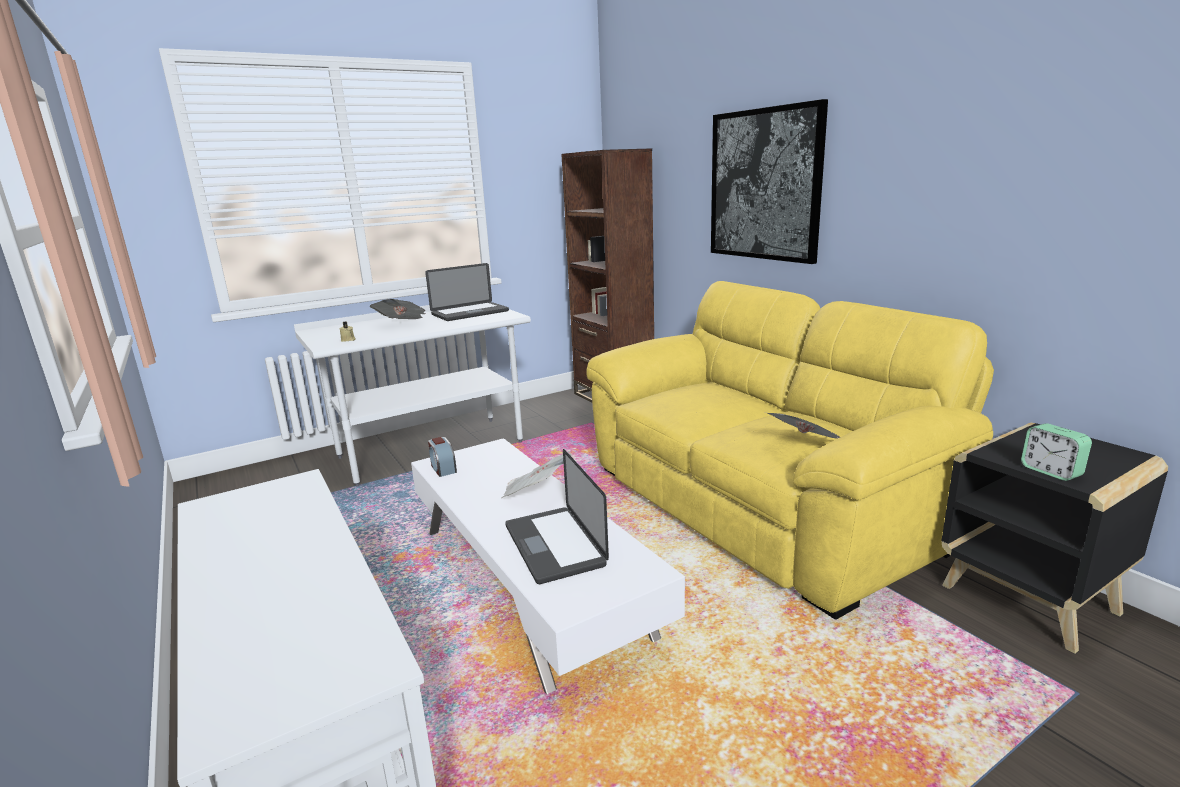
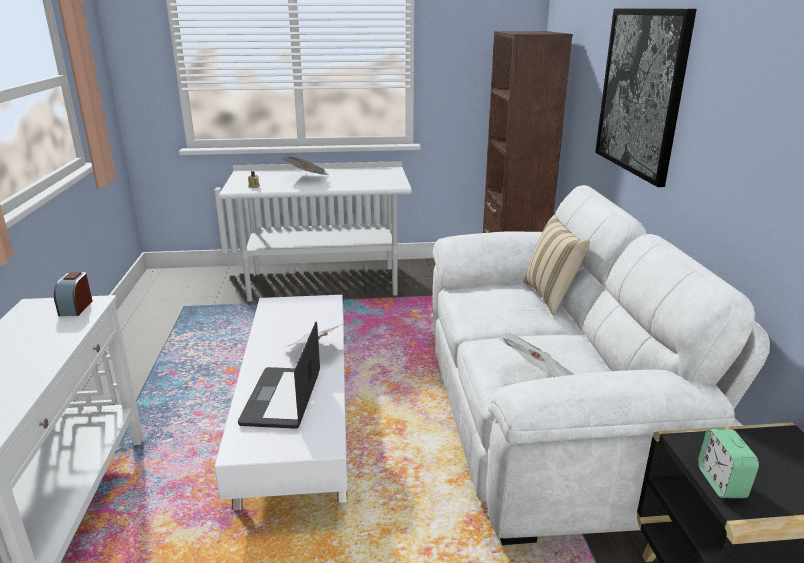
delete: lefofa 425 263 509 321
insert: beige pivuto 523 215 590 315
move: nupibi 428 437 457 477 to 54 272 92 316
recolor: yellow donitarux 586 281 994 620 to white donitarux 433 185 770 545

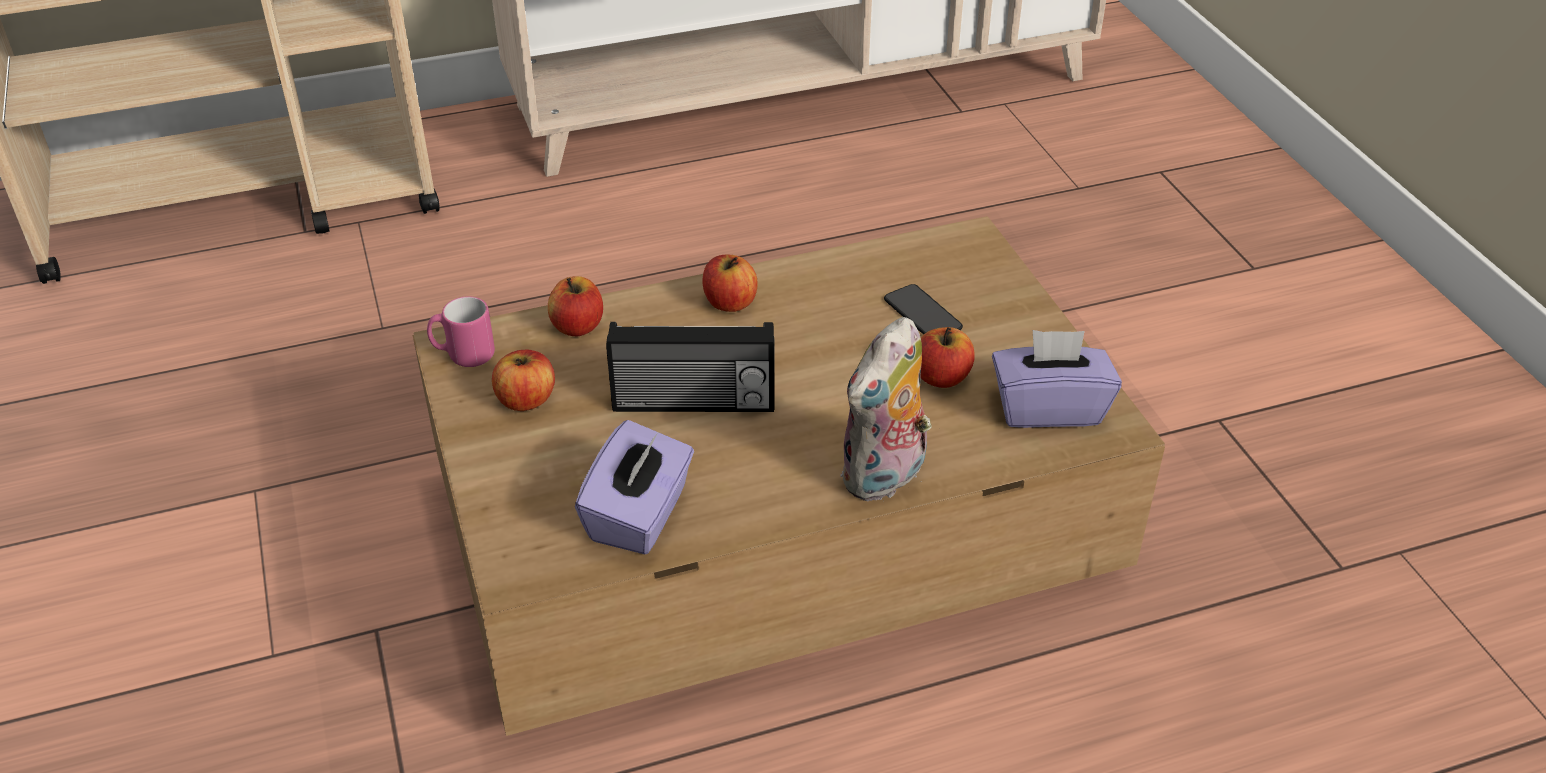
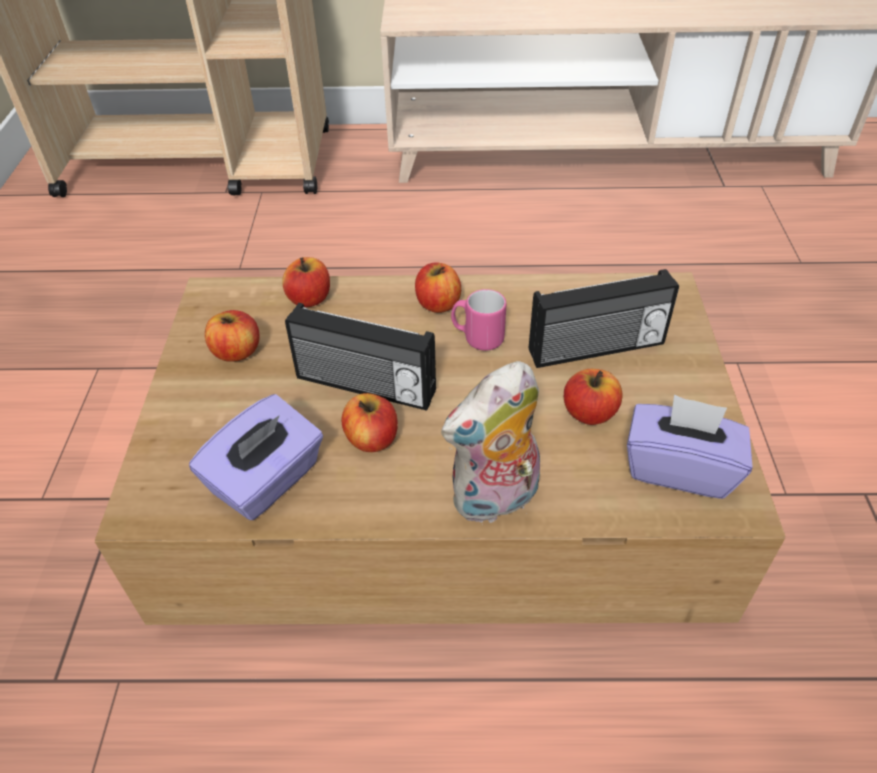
insert: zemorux 341 393 398 452
move: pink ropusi 427 296 495 367 to 451 289 506 351
replace: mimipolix 884 284 963 334 to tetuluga 528 269 679 368

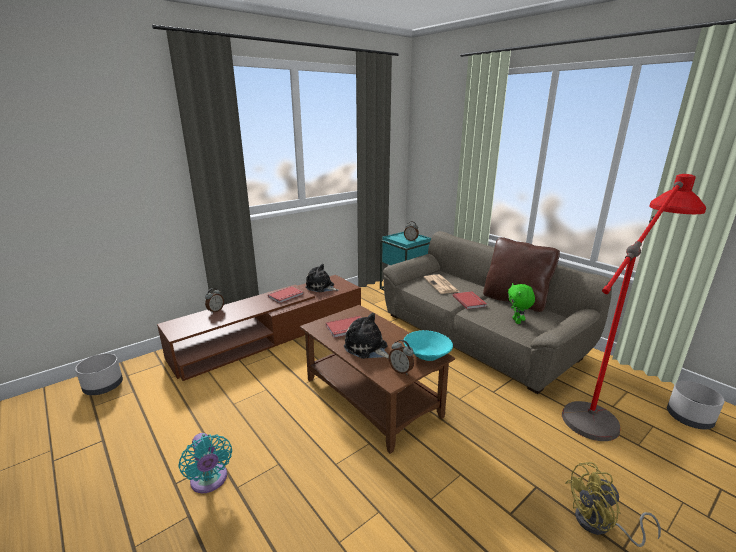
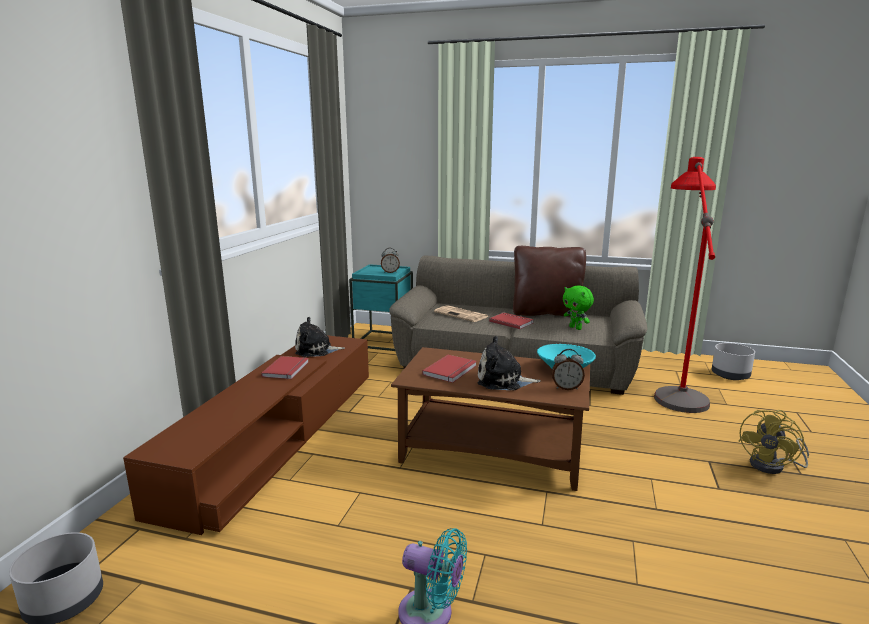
delete: nupibi 205 288 224 313

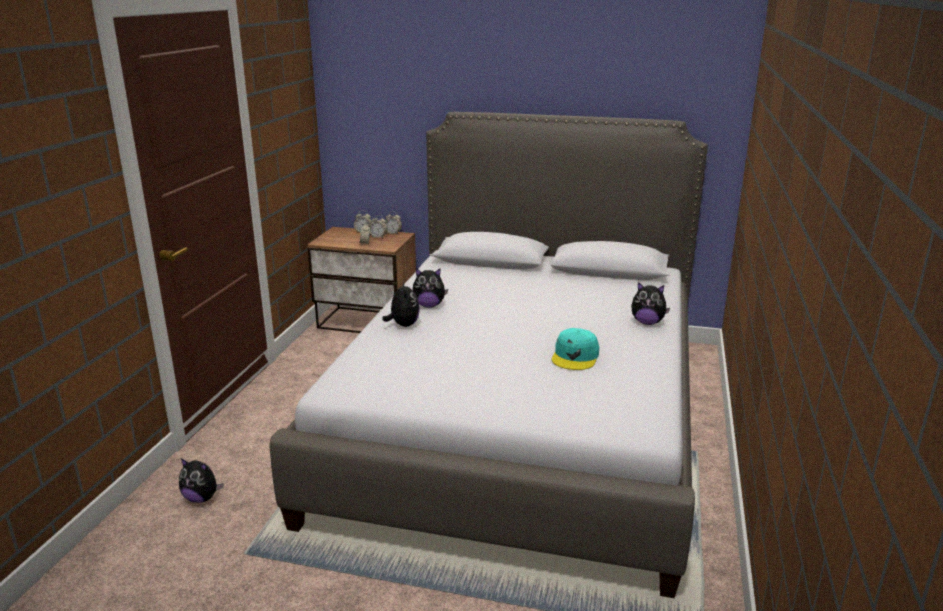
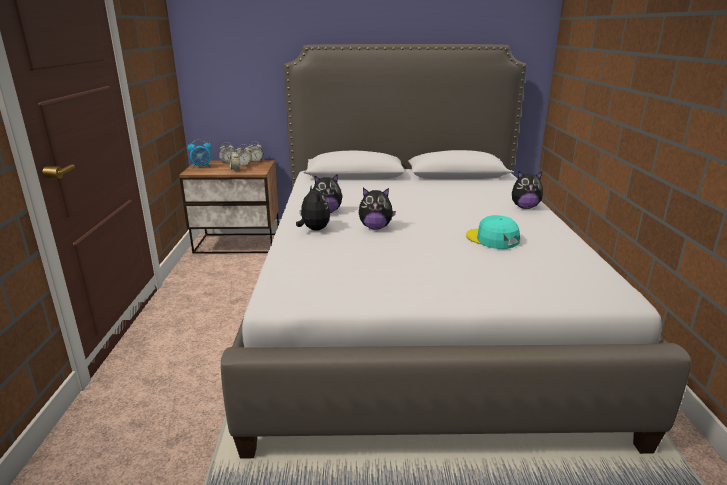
insert: nupibi 187 139 212 169
move: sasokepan 179 458 224 503 to 359 188 395 230
rotate: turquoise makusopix 552 328 599 370 = 466 215 520 249 135 degrees clockwise

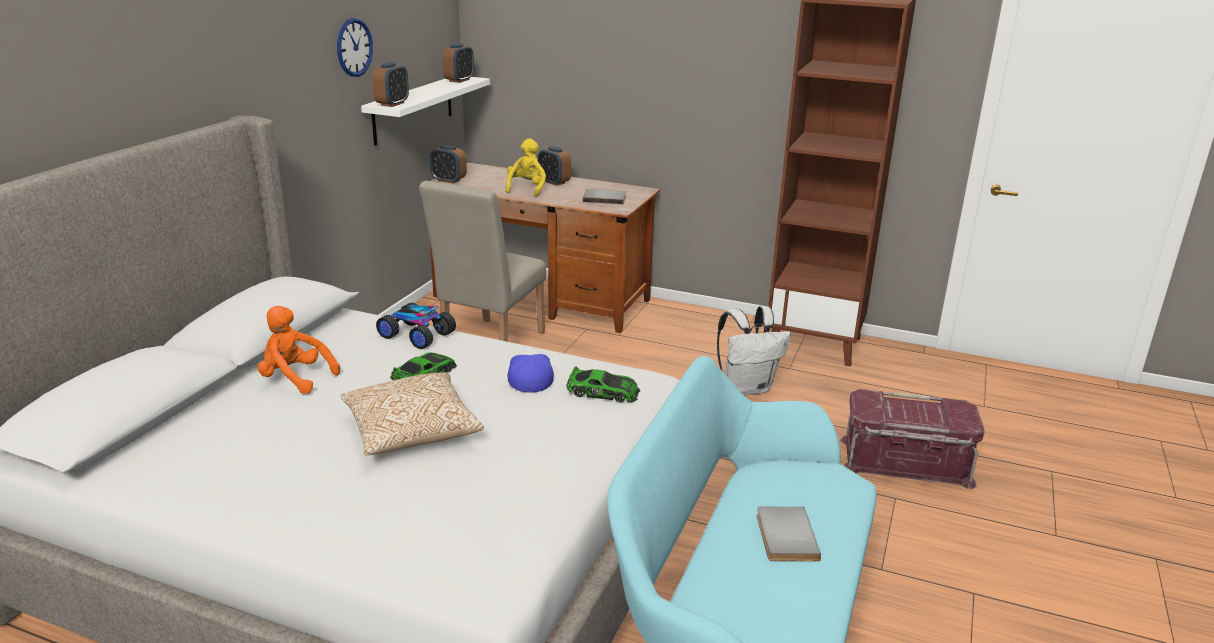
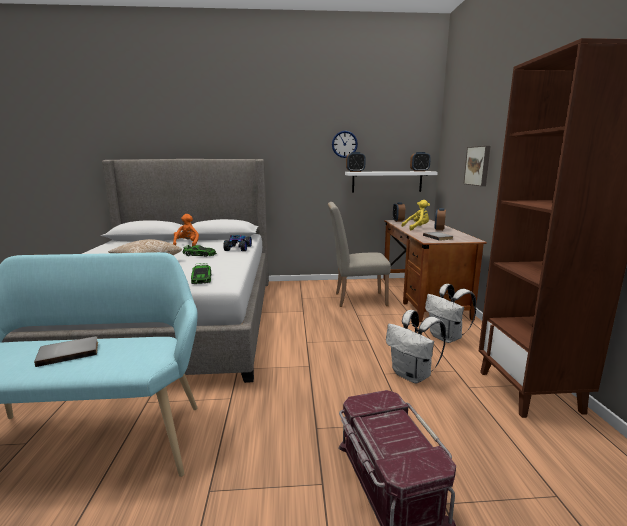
delete: makusopix 508 346 554 393
insert: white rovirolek 425 284 476 343; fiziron 464 146 491 186

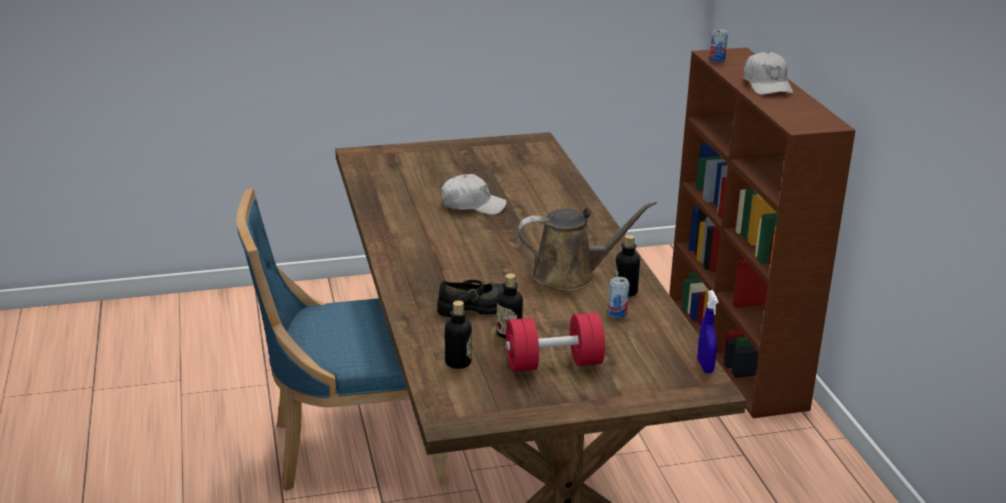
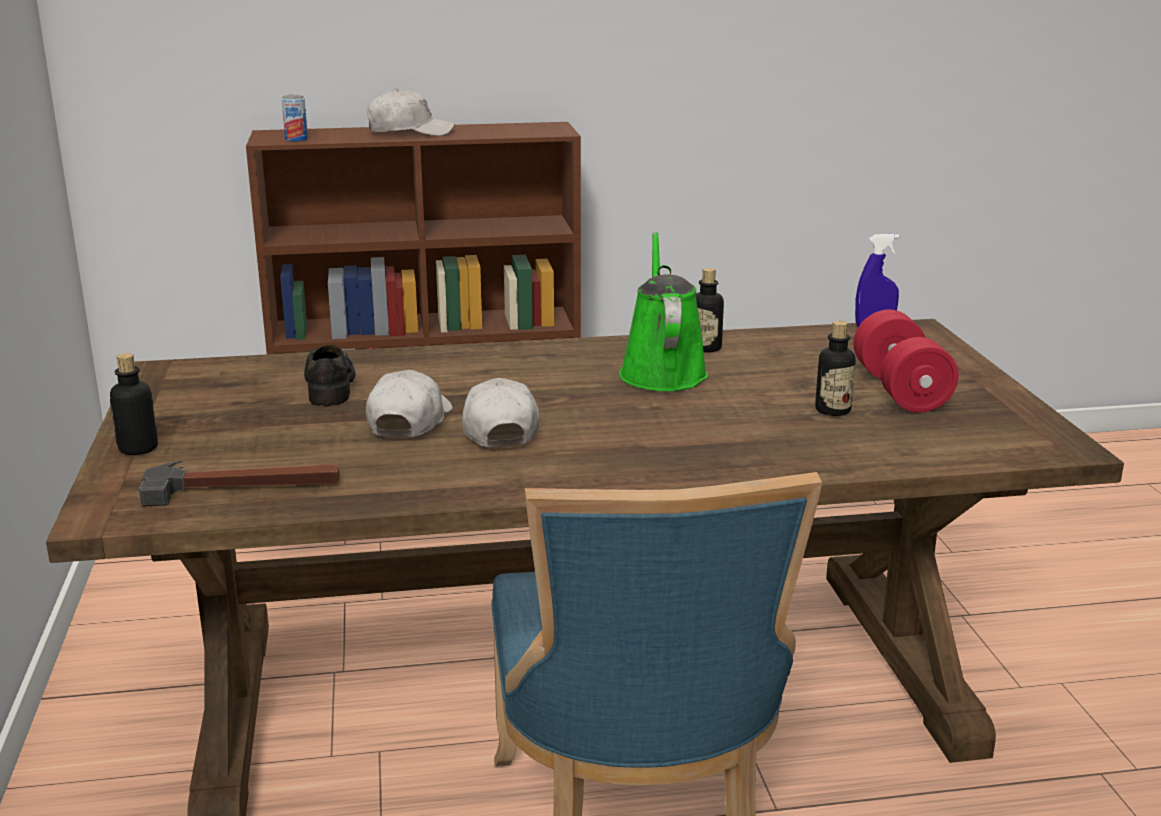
delete: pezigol 608 277 630 318
insert: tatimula 139 460 340 506; white makusopix 462 378 540 448
move: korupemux 445 301 472 369 to 110 353 158 455; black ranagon 437 280 504 317 to 304 345 356 406
recolor: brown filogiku 518 200 657 291 to green filogiku 619 232 708 391

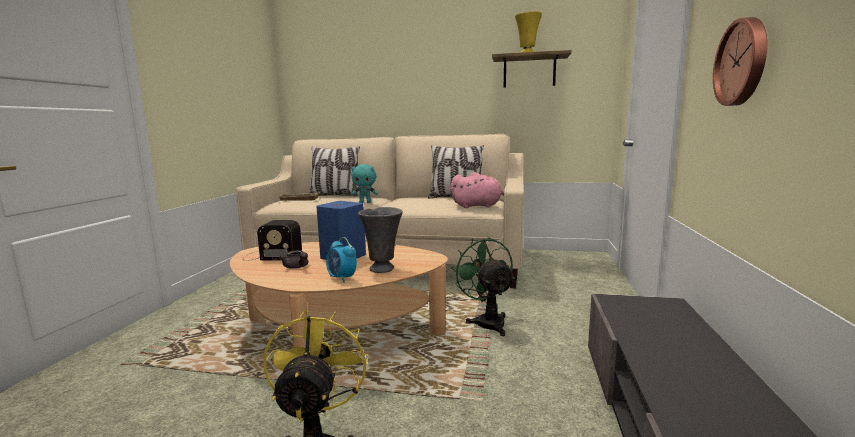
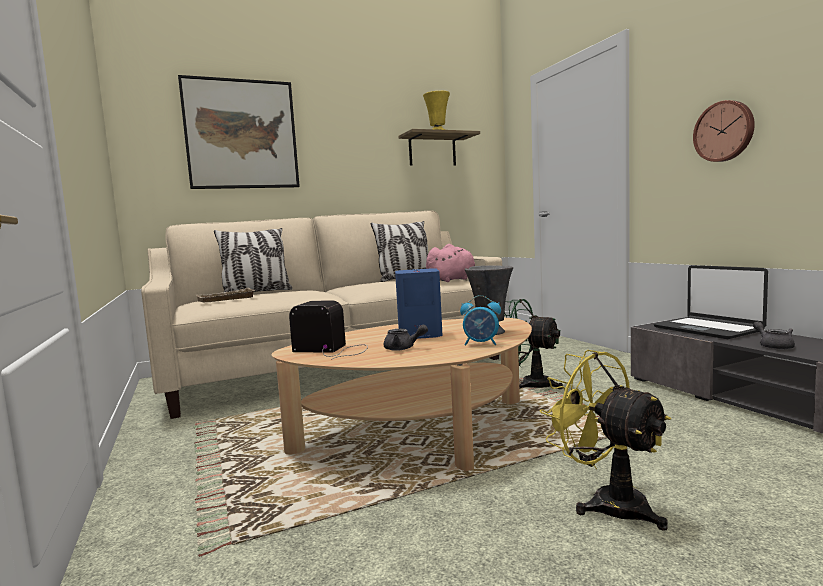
delete: turquoise sasokepan 351 164 378 203
insert: fiziron 178 75 300 189; lefofa 654 265 768 339; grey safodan 753 321 795 350
rotate: tetuluga 243 220 302 261 = 289 300 368 360 135 degrees counterclockwise

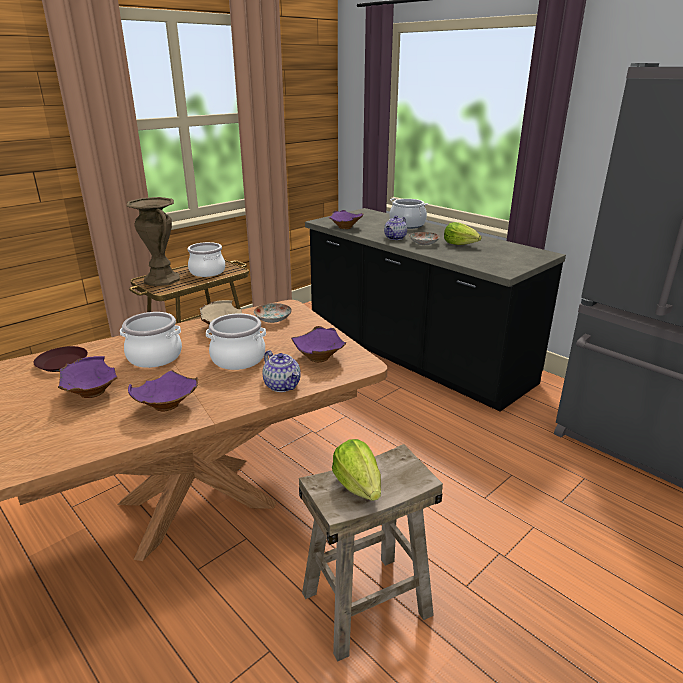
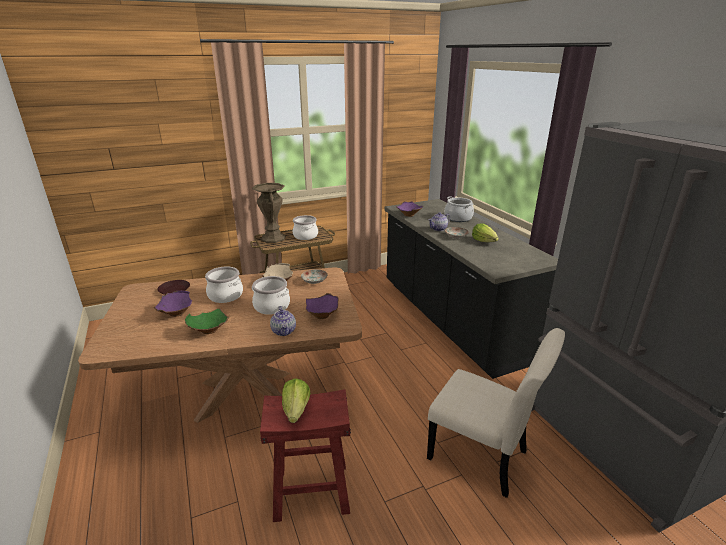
insert: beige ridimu 427 328 565 498
recolor: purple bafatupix 128 370 198 411 to green bafatupix 185 308 229 334; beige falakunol 299 444 443 662 to red falakunol 260 389 351 522

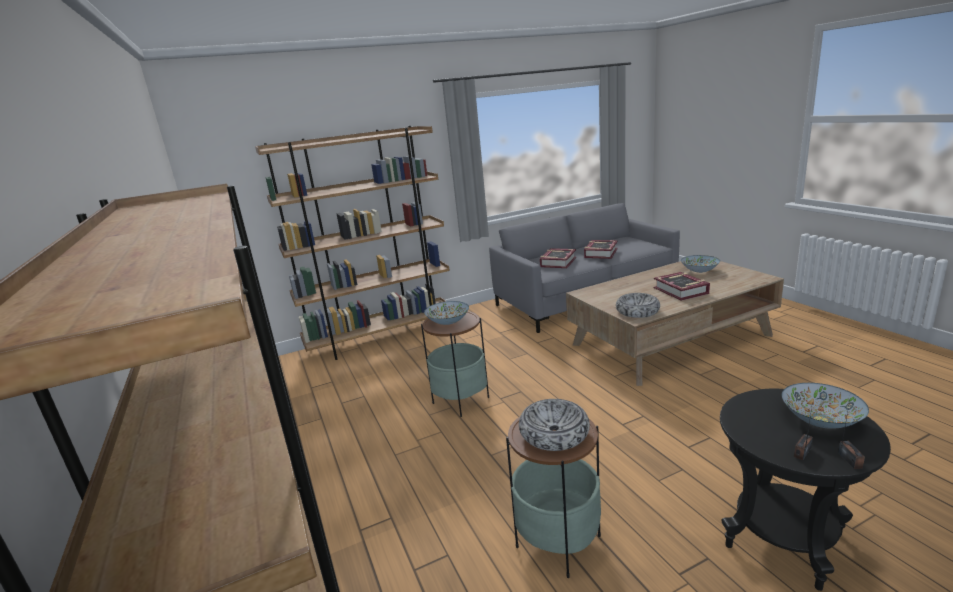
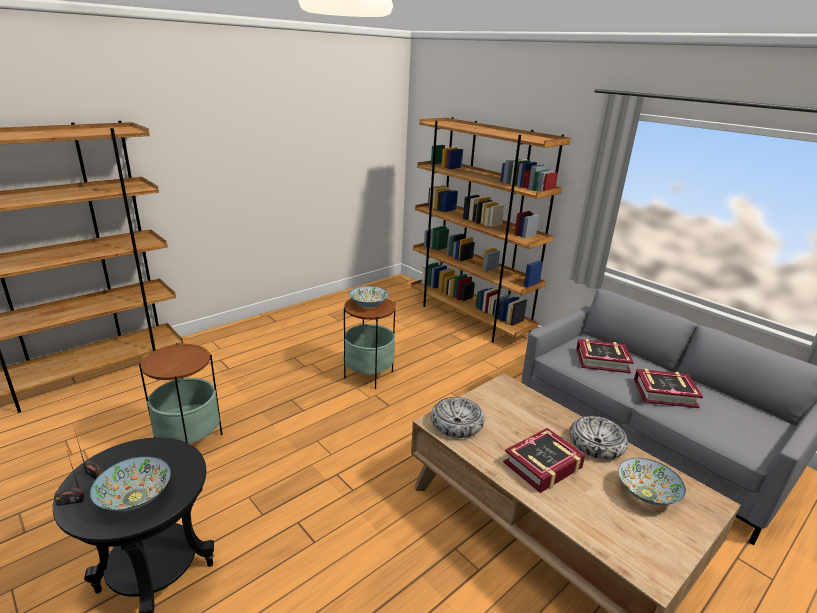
move: bafatupix 519 399 590 451 to 570 416 628 460

